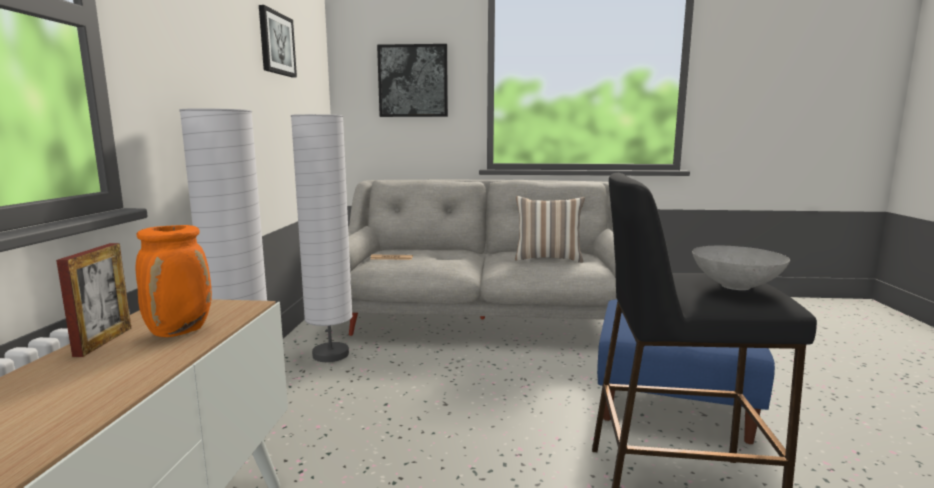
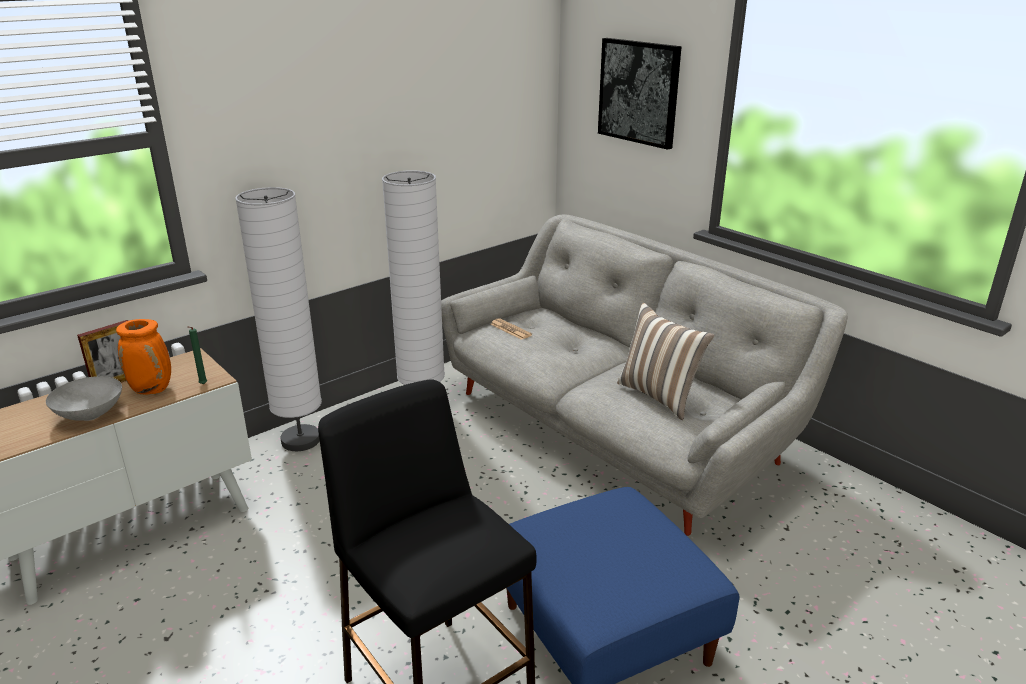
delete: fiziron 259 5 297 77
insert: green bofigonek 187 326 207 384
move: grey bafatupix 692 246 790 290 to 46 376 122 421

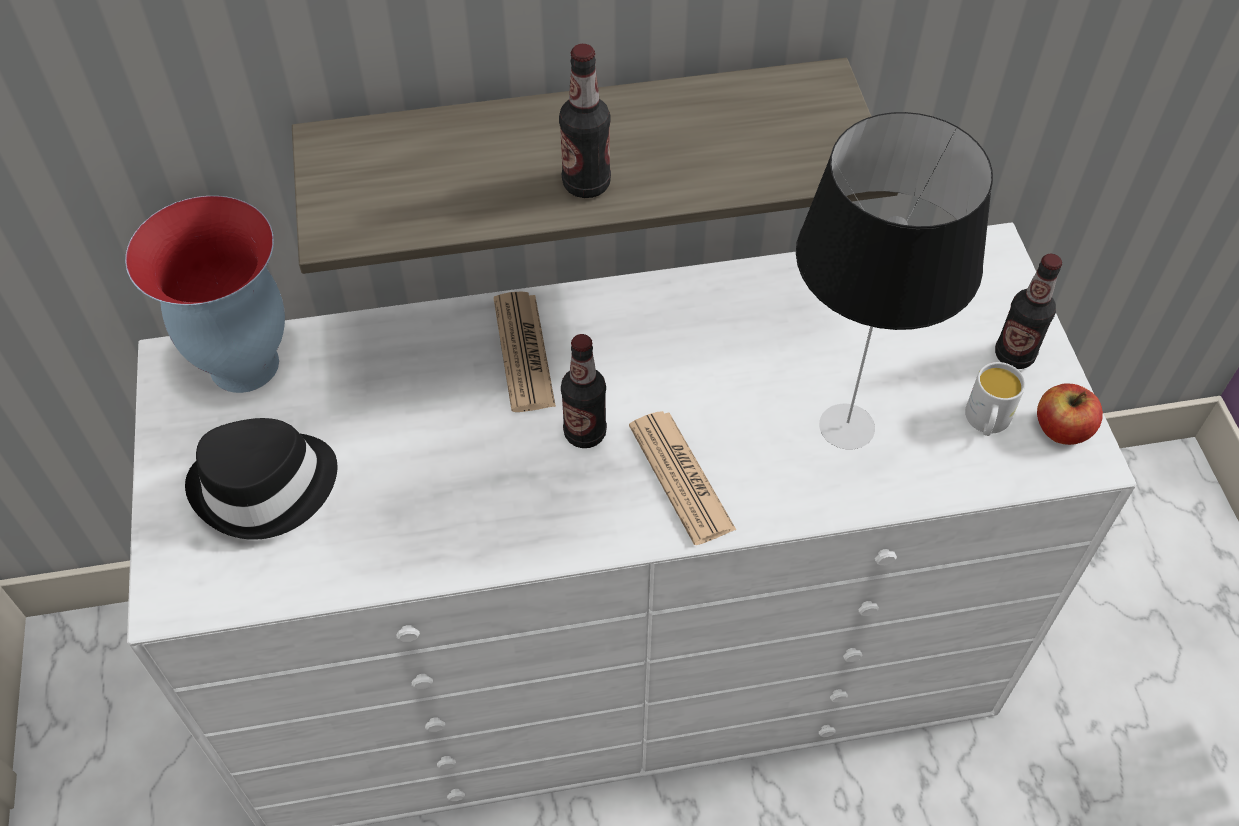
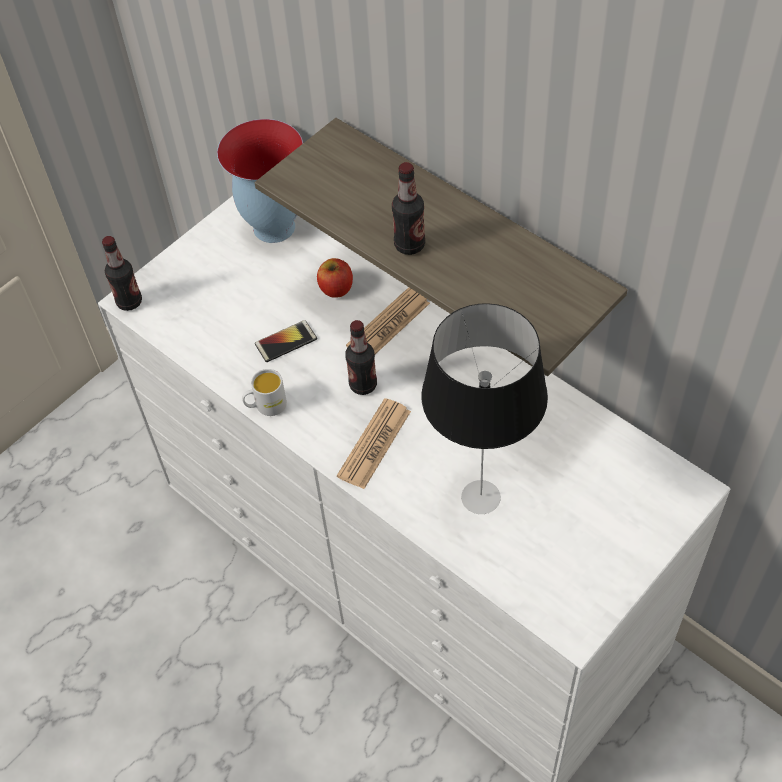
delete: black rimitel 185 418 337 540
insert: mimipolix 255 320 317 362
move: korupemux 995 254 1062 369 to 102 236 142 311; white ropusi 965 362 1025 436 to 242 369 287 416; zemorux 1037 383 1103 445 to 317 258 353 298

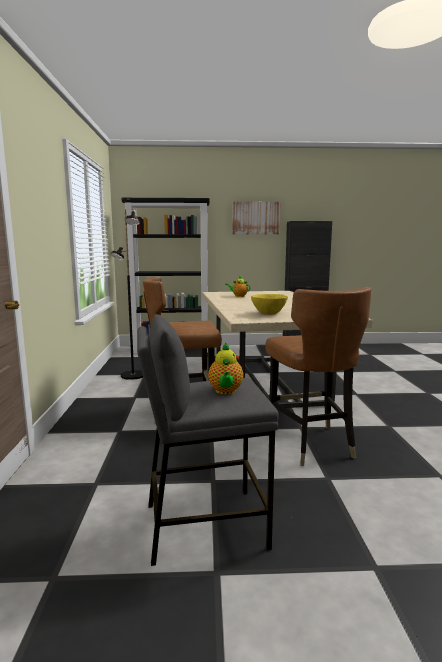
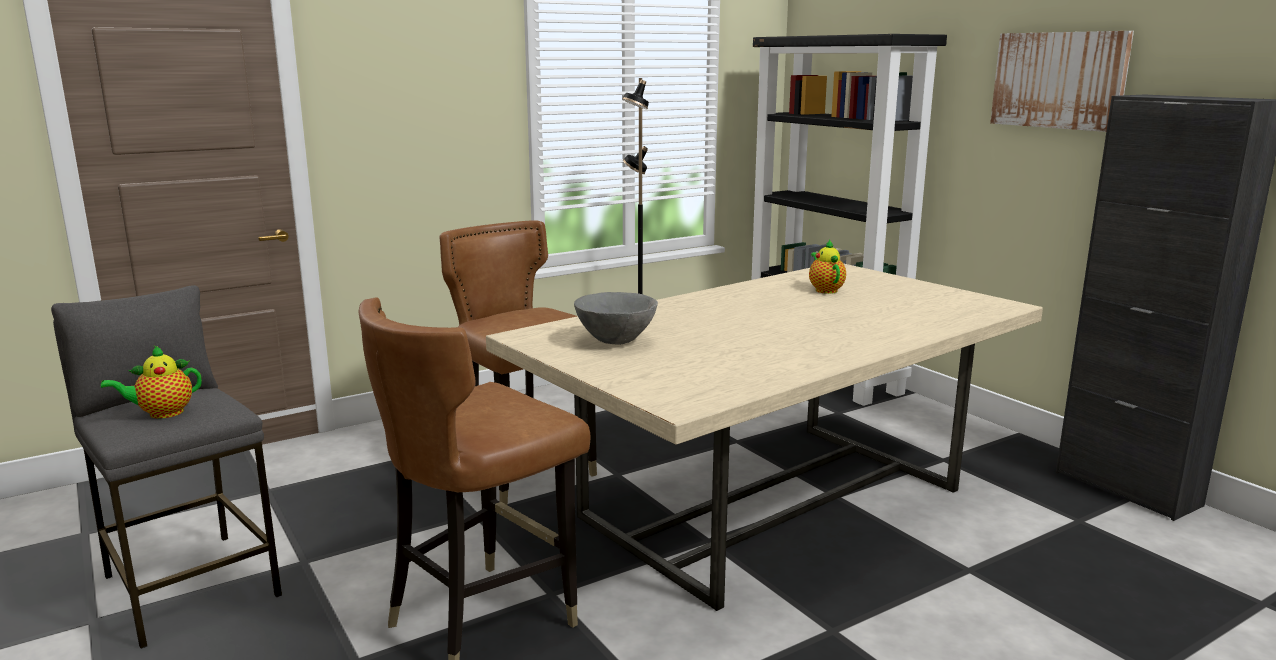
recolor: yellow bafatupix 251 294 288 315 to grey bafatupix 574 292 658 345

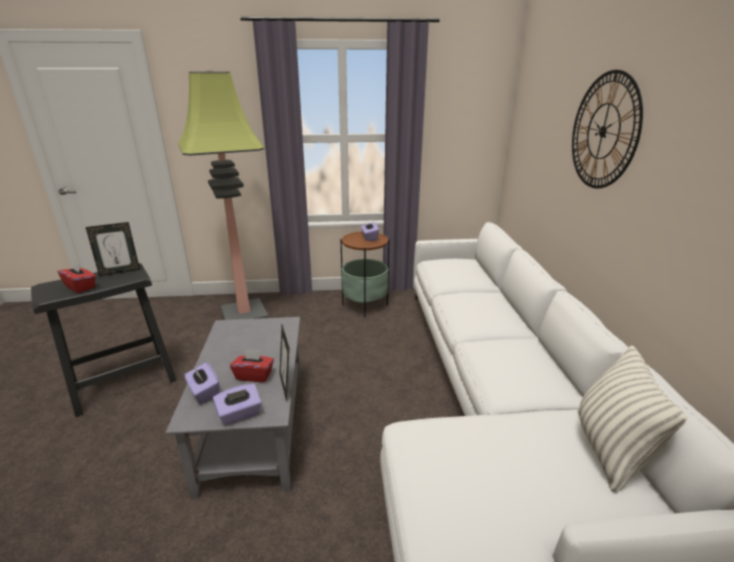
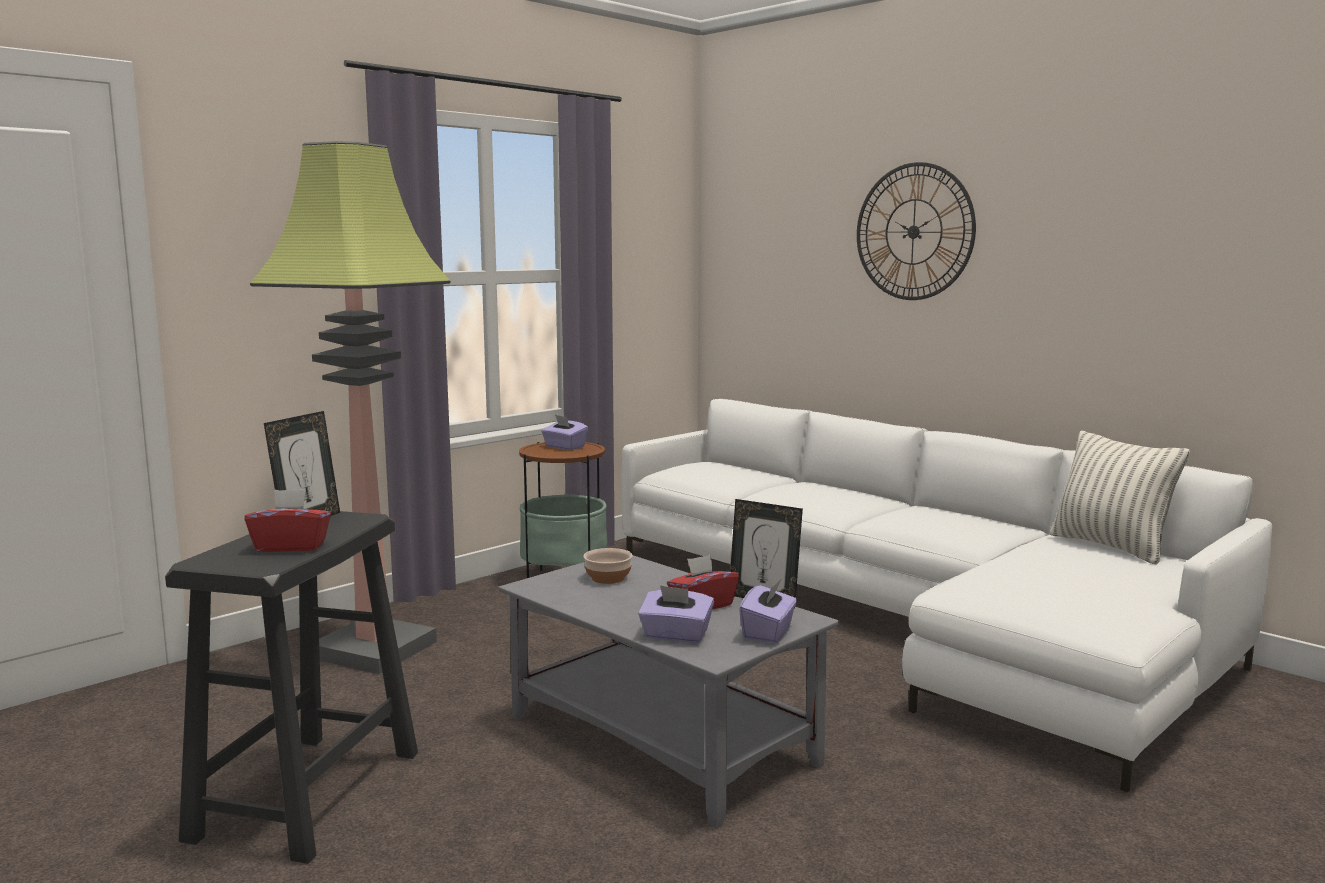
insert: bafatupix 583 548 633 584

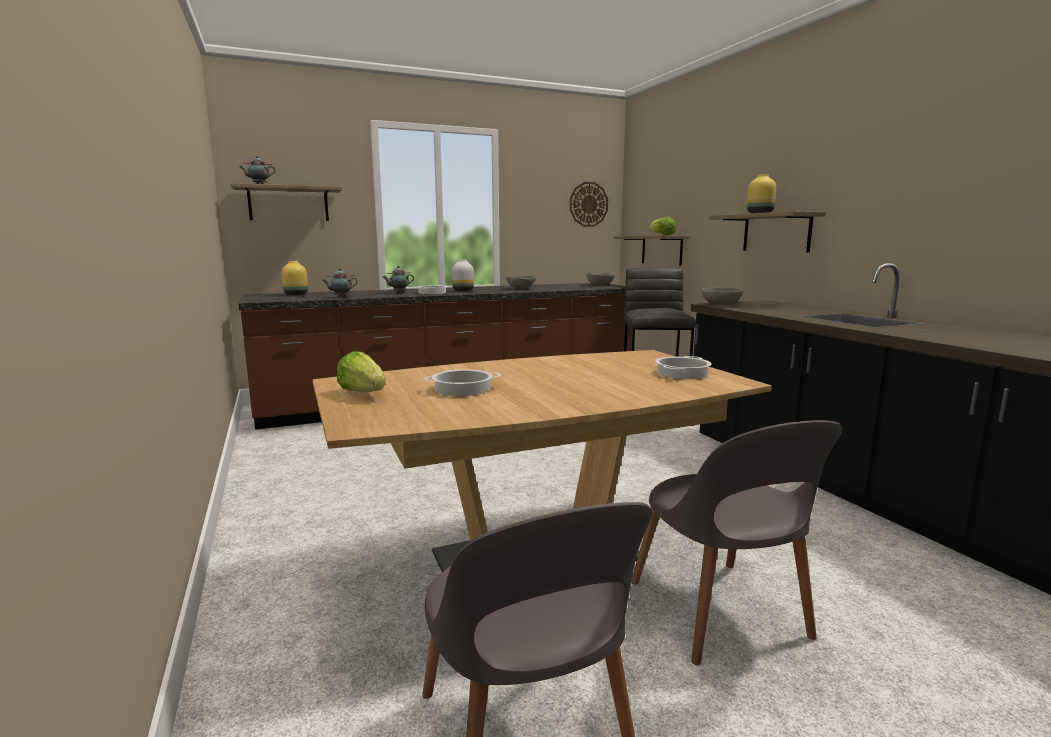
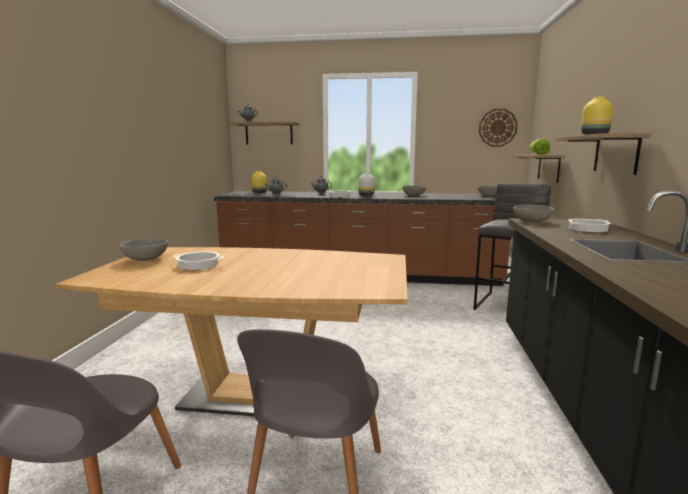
move: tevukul 655 356 712 379 to 568 219 611 232
replace: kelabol 337 351 385 392 to grey bafatupix 119 239 168 261

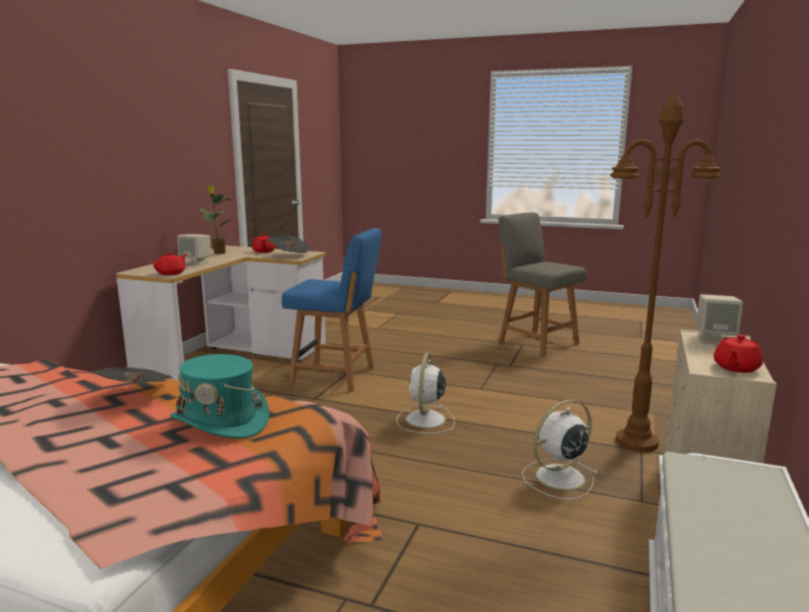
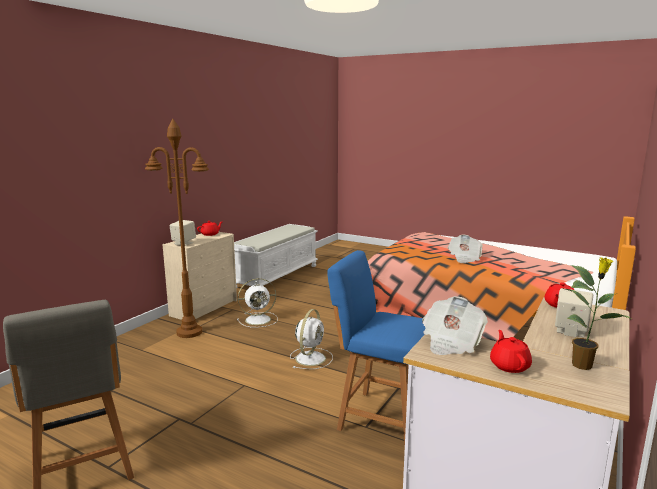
delete: turquoise rimitel 170 354 269 439

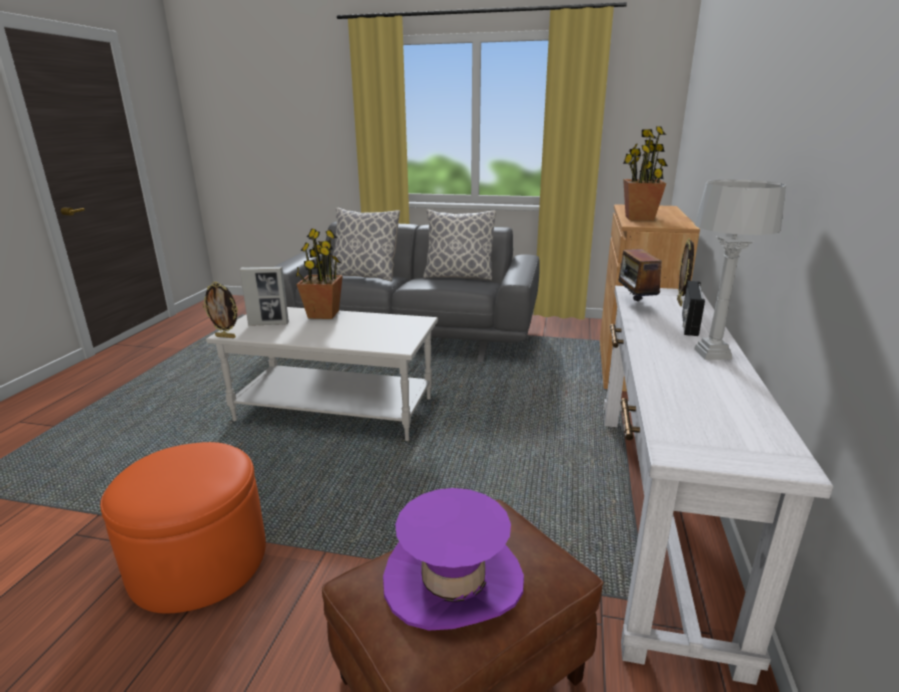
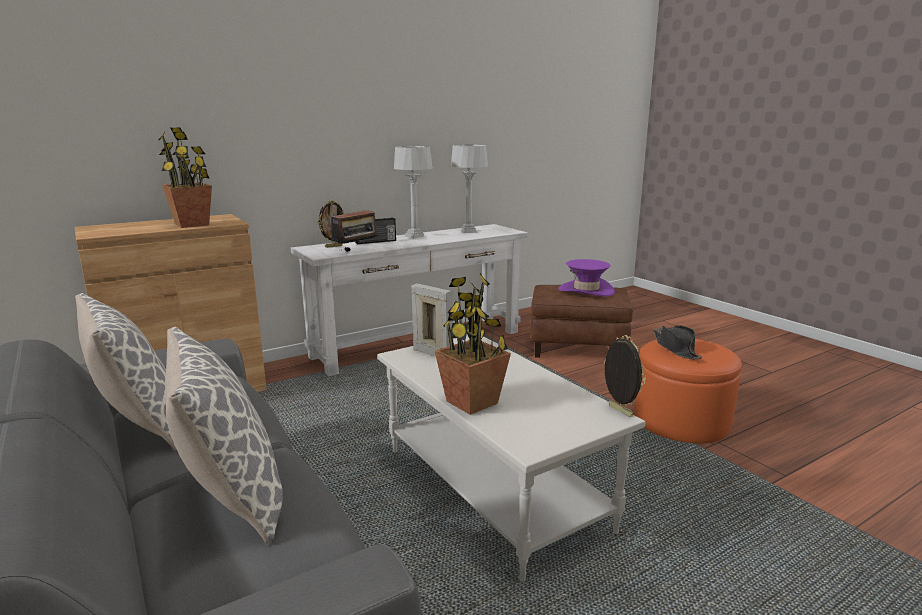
insert: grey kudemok 451 145 488 233; black rimitel 653 325 702 359
move: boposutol 240 267 289 326 to 411 283 453 357

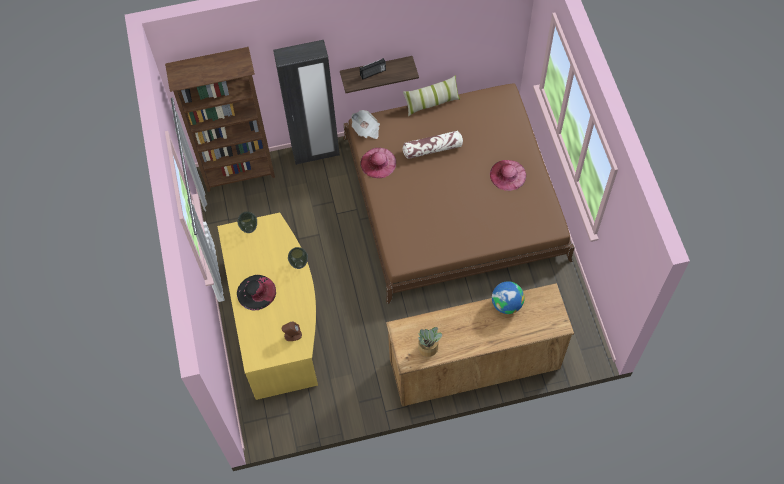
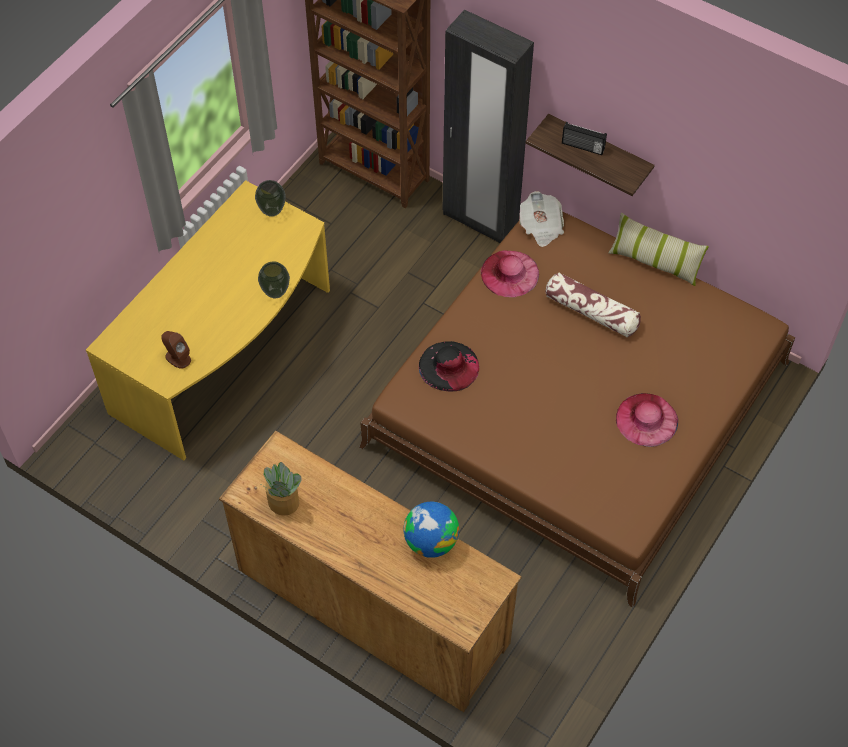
move: black rimitel 237 275 276 310 to 419 341 479 392

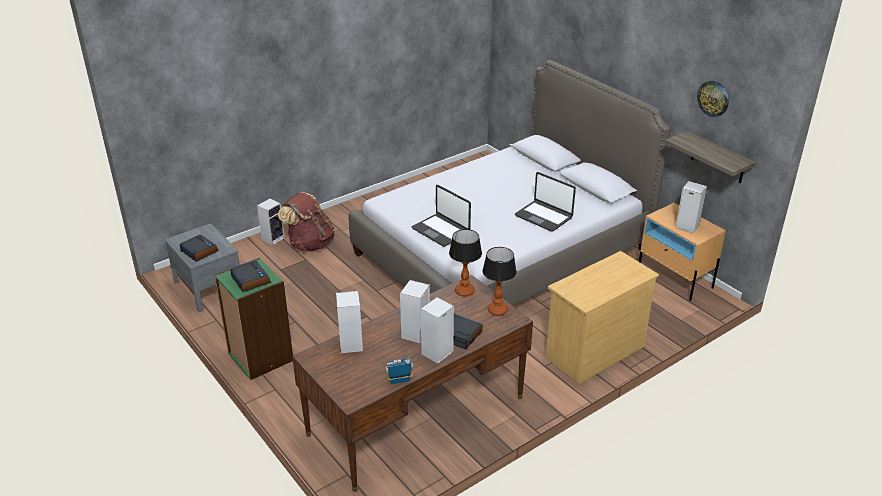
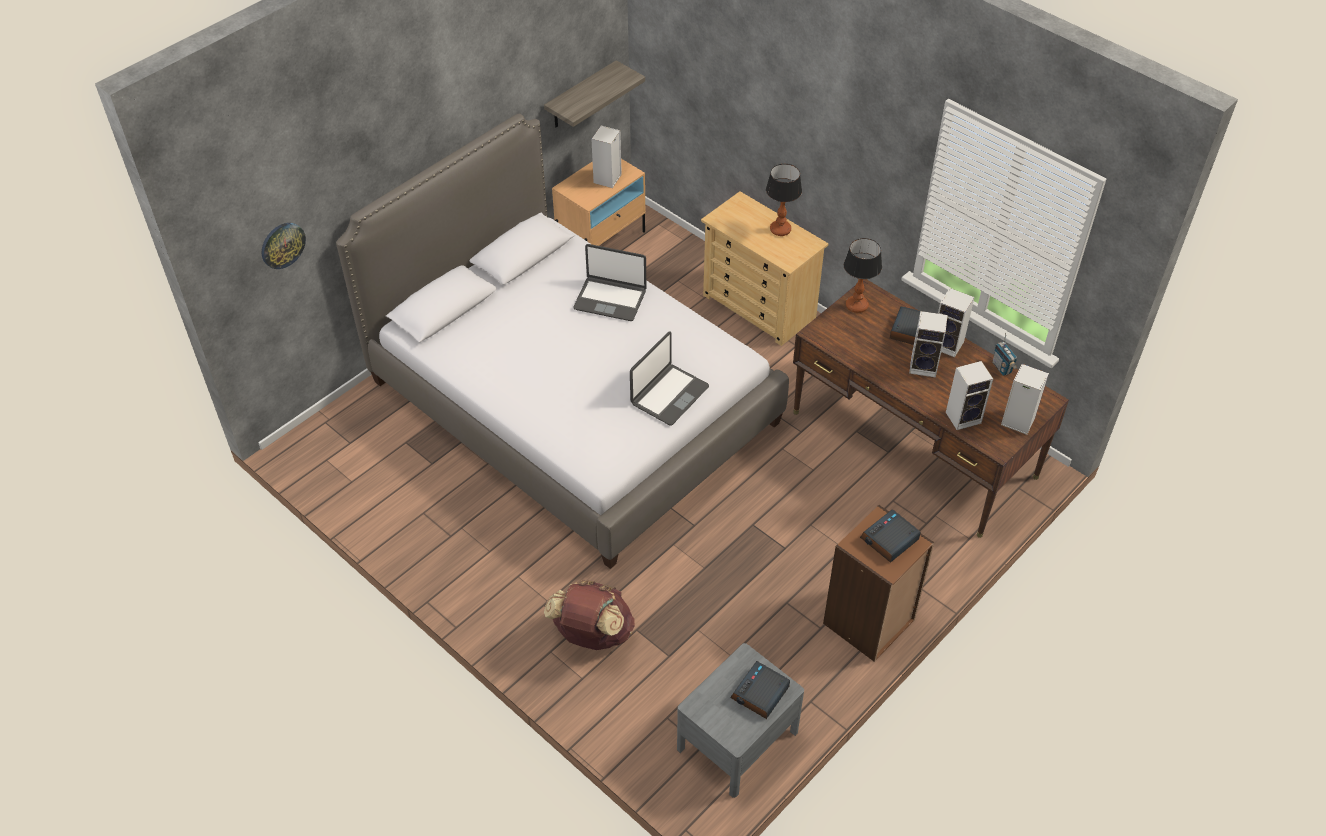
move: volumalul 697 81 729 117 to 261 223 306 269; kudemok 449 229 482 297 to 766 164 802 236; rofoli 257 198 285 246 to 1001 364 1049 435
recolor: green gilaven 214 258 293 380 to brown gilaven 823 505 934 662
rotate: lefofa 515 172 576 232 = 574 244 647 321 75 degrees clockwise

